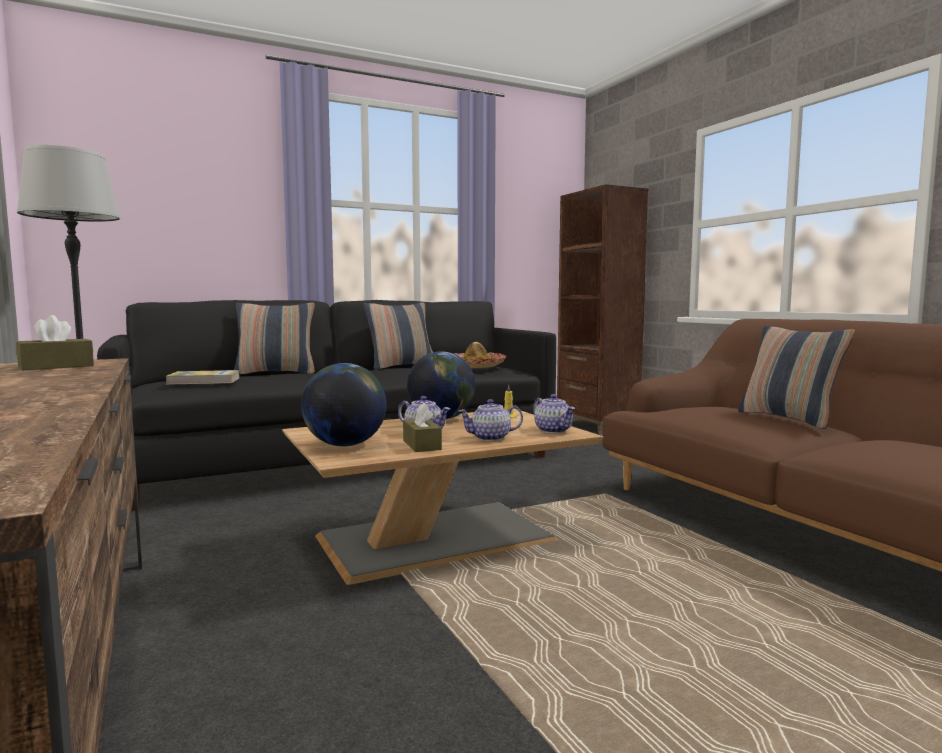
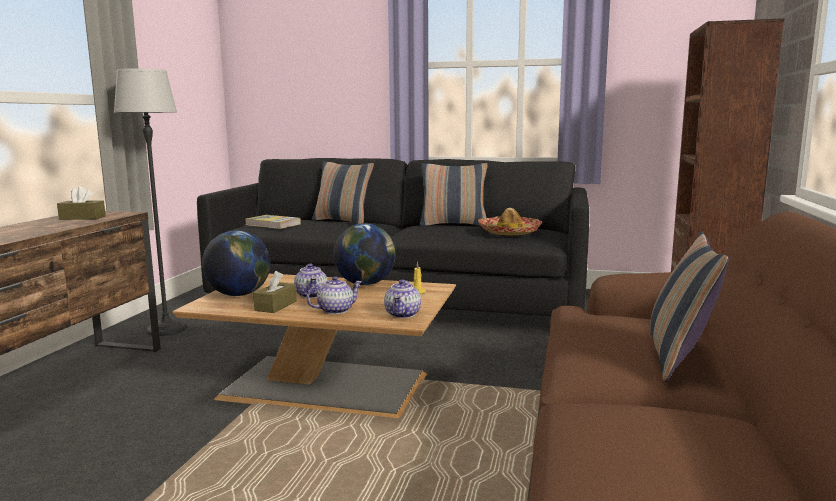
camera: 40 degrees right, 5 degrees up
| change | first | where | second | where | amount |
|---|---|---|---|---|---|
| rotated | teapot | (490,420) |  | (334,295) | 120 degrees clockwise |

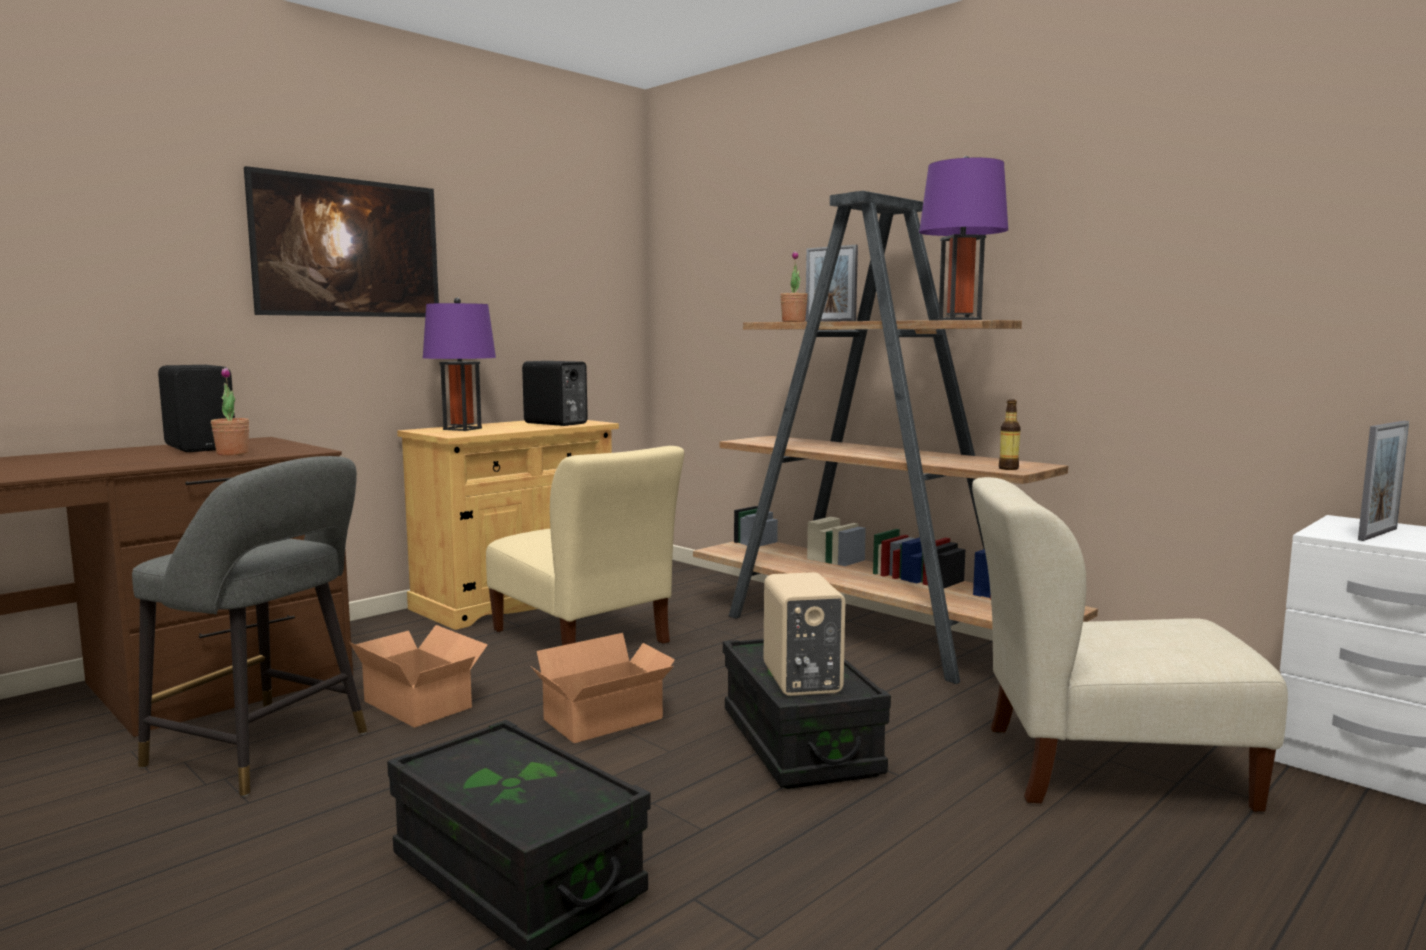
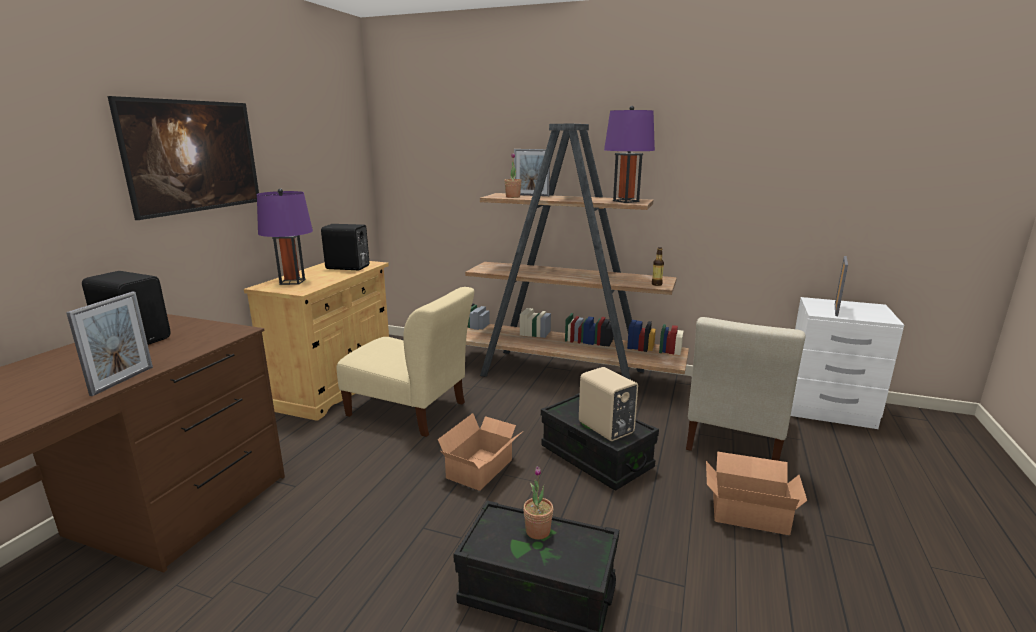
camera: 25 degrees left, 10 degrees up
| change | first | where | second | where | amount |
|---|---|---|---|---|---|
| gone | grey stool | (249,626) |  |  |  |
| shifted | potted plant | (230,411) |  | (538,502) |  |
| shifted | cardboard box | (418,676) |  | (756,493) |  |
| rotated | beige chair | (1130,644) |  | (745,389) | 45 degrees counterclockwise |
| new |  |  | picture frame | (109,344) |  |

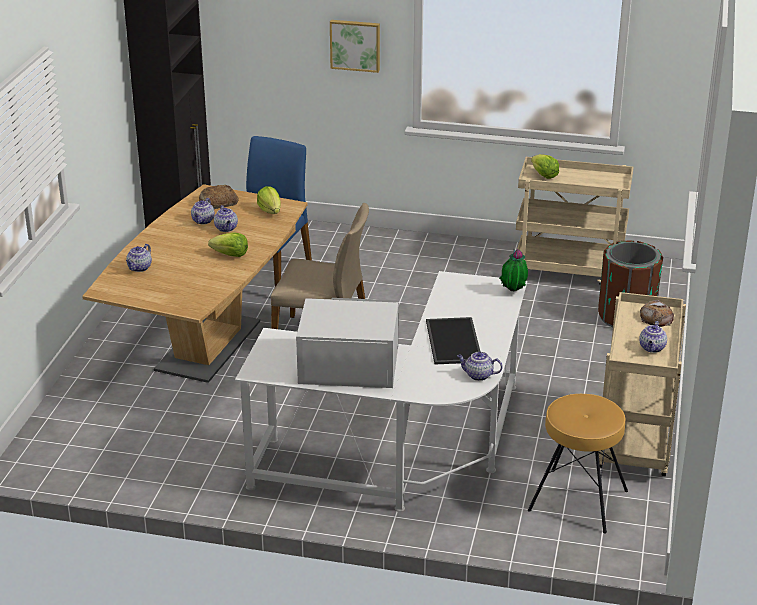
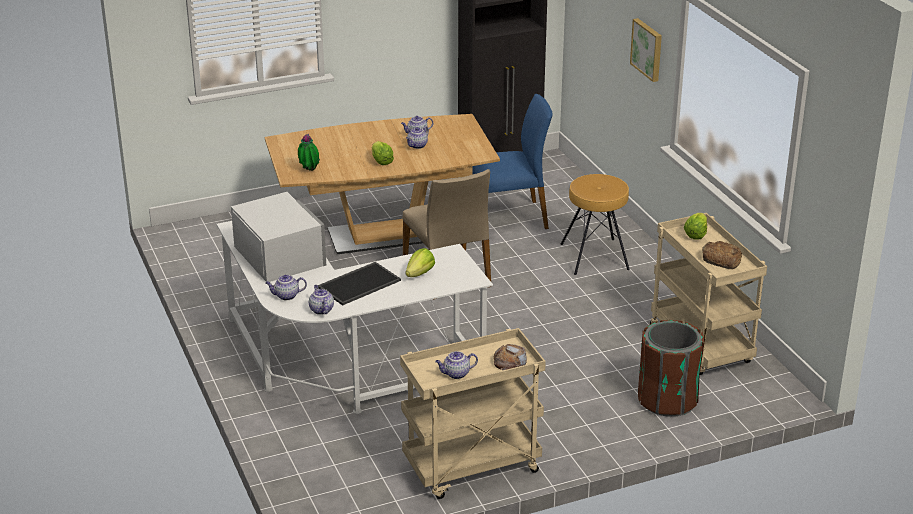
camera: 55 degrees right, 0 degrees up
| change | first | where | second | where | amount |
|---|---|---|---|---|---|
| shifted | teapot | (139,258) |  | (286,287) |  |
| shifted | bread | (219,197) |  | (722,255) |  |
| shifted | lettuce | (269,200) |  | (420,262) |  |
| shifted | potted plant | (513,270) |  | (309,152) |  |
| shifted | brown stool | (578,464) |  | (595,224) |  |

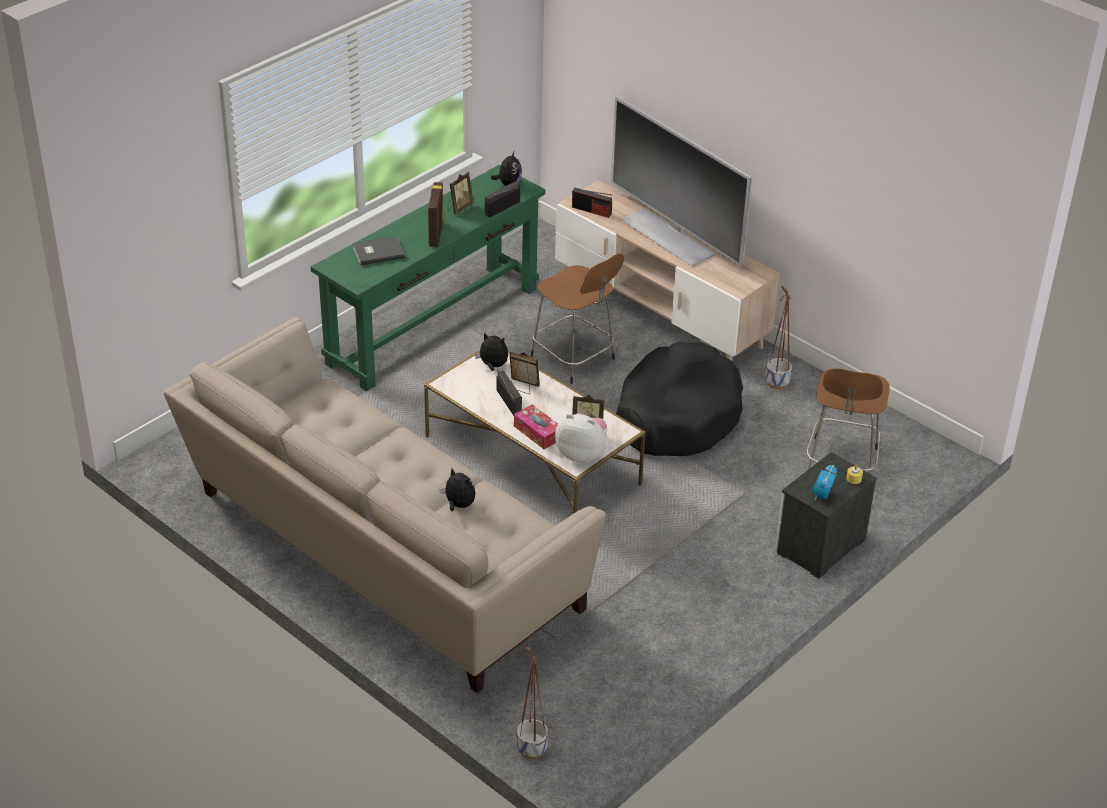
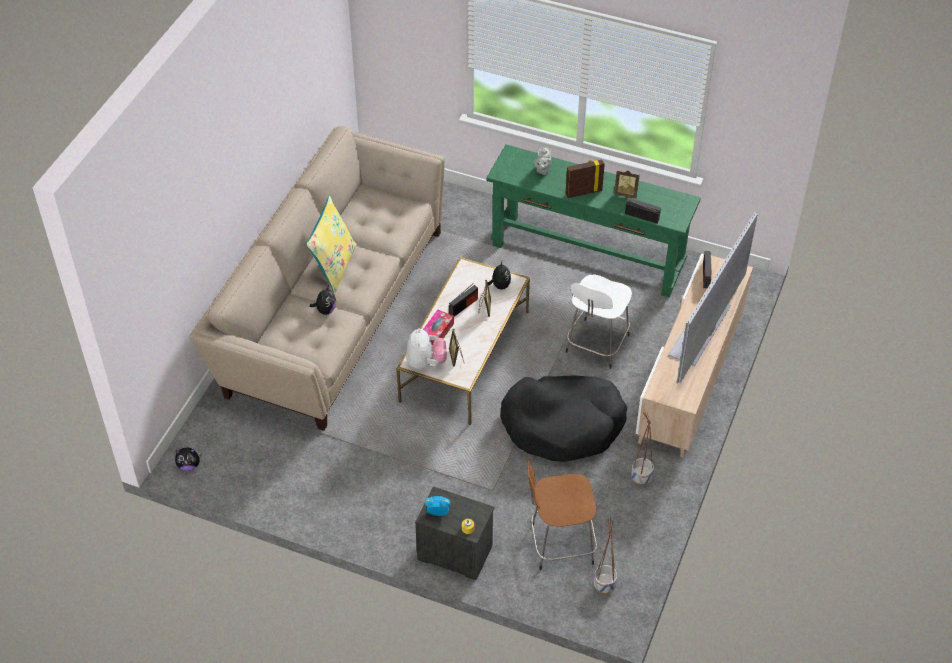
camera: 70 degrees right, 10 degrees up
| change | first | where | second | where | amount |
|---|---|---|---|---|---|
| swapped | grey book | (379,250) | grey teapot | (543,160) |  |
| shifted | plush toy | (506,168) |  | (188,459) |  |
| shifted | planter | (532,700) |  | (605,555) |  |
| repainted | brown stool | (577,319) | white stool | (599,322) |  |
| new |  |  | yellow pillow | (331,244) |  |

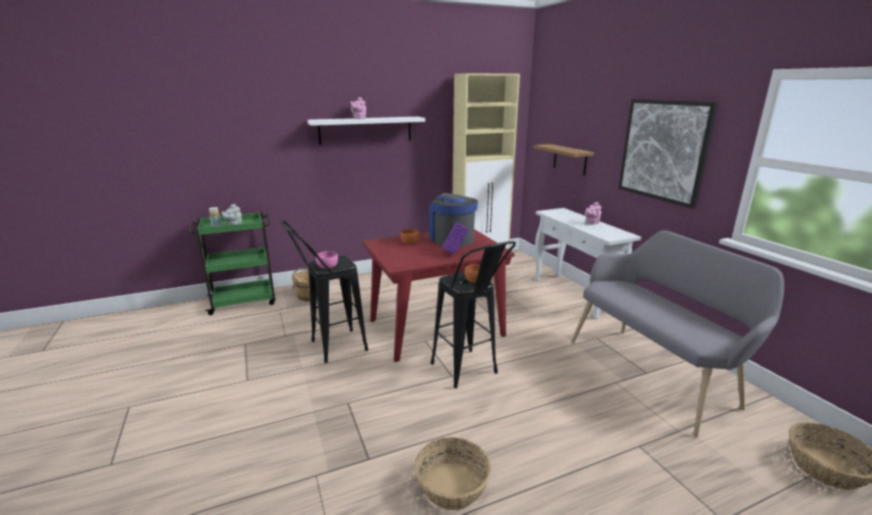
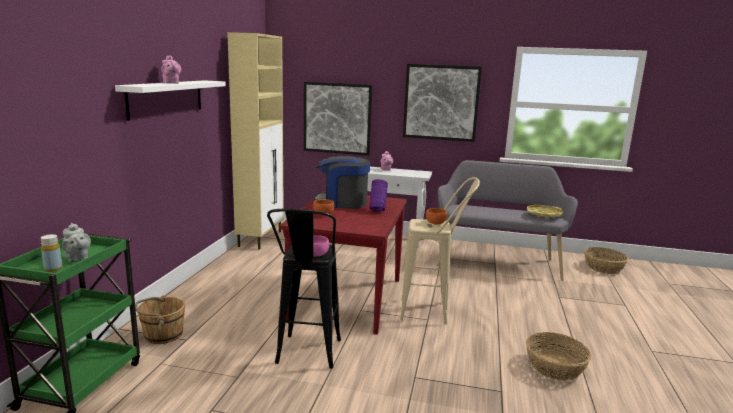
camera: 55 degrees left, 5 degrees down
| change | first | where | second | where | amount |
|---|---|---|---|---|---|
| repainted | black stool | (473,314) | beige stool | (440,251) |  |
| swapped | shelf | (563,160) | picture | (338,119) |  |
| new |  |  | yellow tray | (545,211) |  |

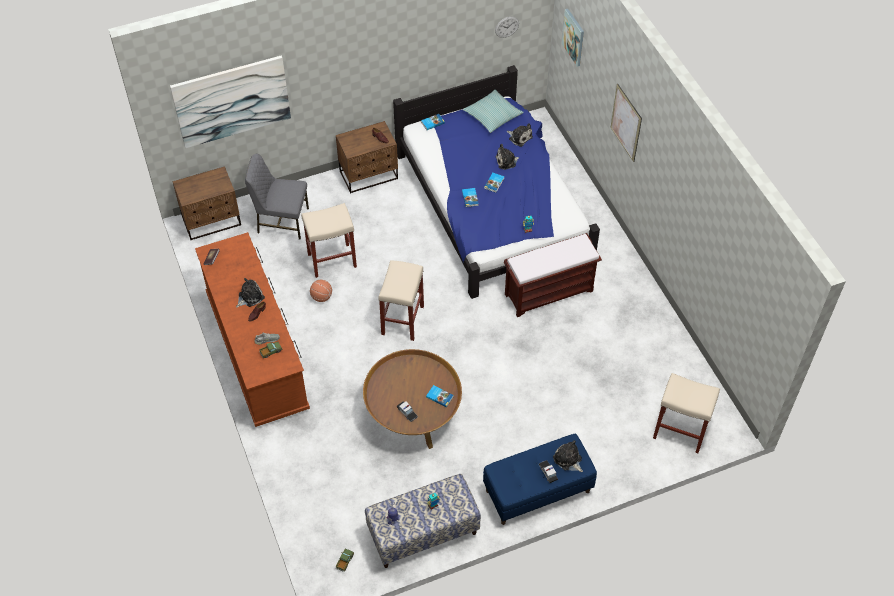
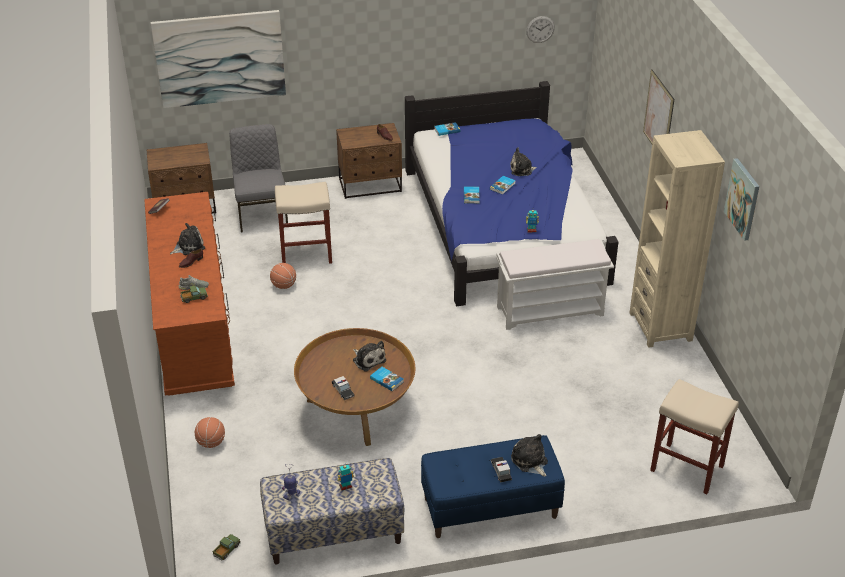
camera: 10 degrees right, 15 degrees down
| change | first | where | second | where | amount |
|---|---|---|---|---|---|
| rotated | grey chair | (277,196) |  | (258,178) | 60 degrees clockwise |
| gone | beige stool | (401,300) |  |  |  |
| gone | pillow | (493,111) |  |  |  |
| repainted | brown bench | (553,275) | white bench | (555,284) |  |
| shifted | plush toy | (519,135) |  | (369,356) |  |
| shifted | picture | (573,38) |  | (741,199) |  |
| new |  |  | basketball | (210,432) |  |
| new |  |  | beige bookcase | (677,239) |  |

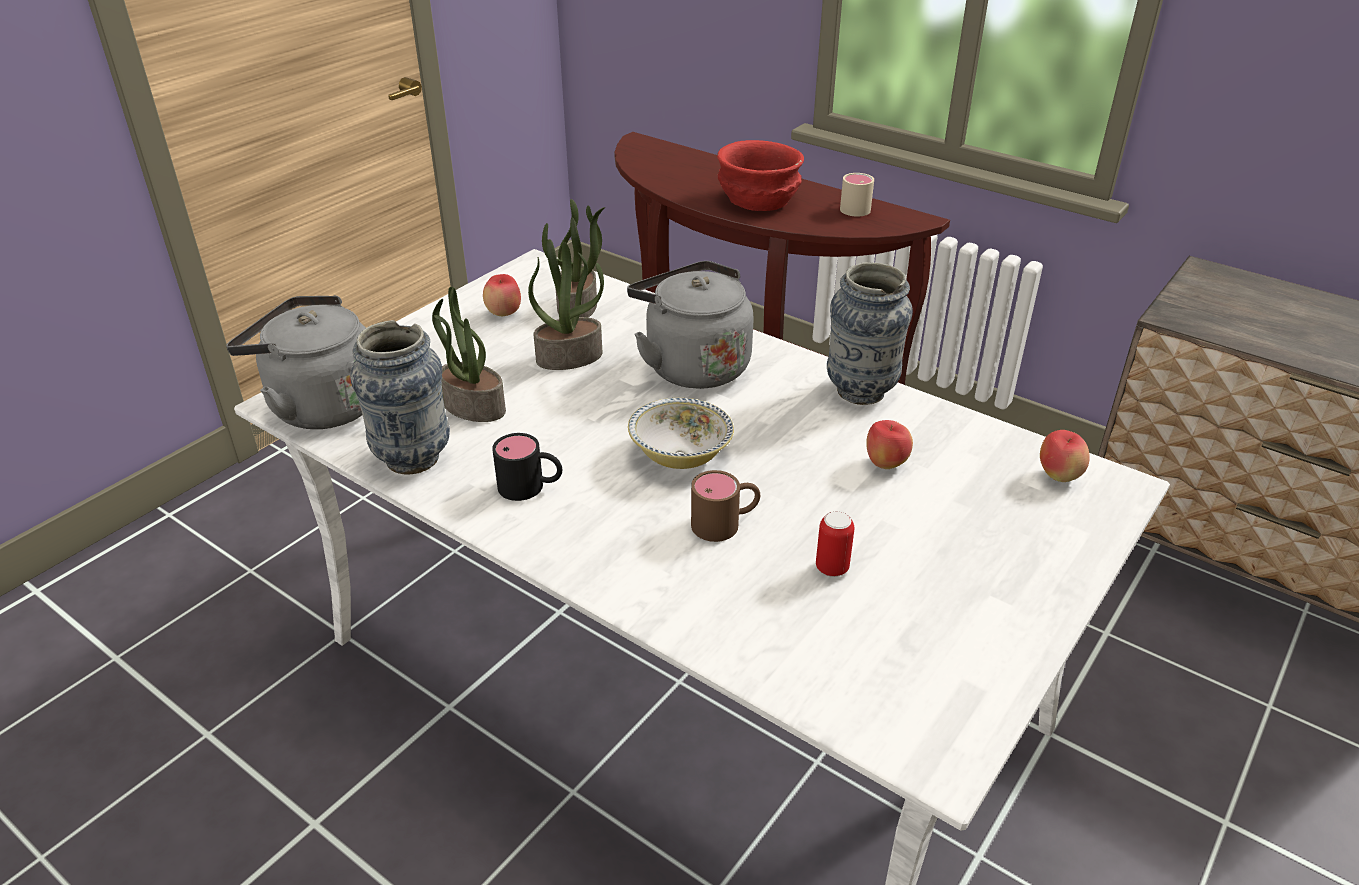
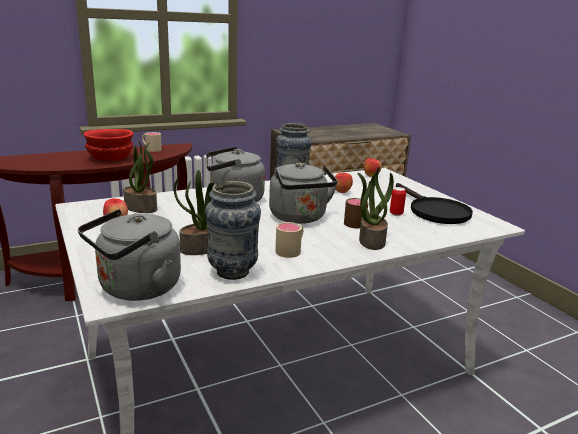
camera: 65 degrees left, 15 degrees down
| change | first | where | second | where | amount |
|---|---|---|---|---|---|
| repainted | black mug | (527,467) | beige mug | (289,240) |  |
| shifted | potted plant | (566,304) |  | (375,208) |  |
| swapped | bowl | (681,433) | grey kettle | (303,193) |  |
| new |  |  | black frying pan | (434,203) |  |

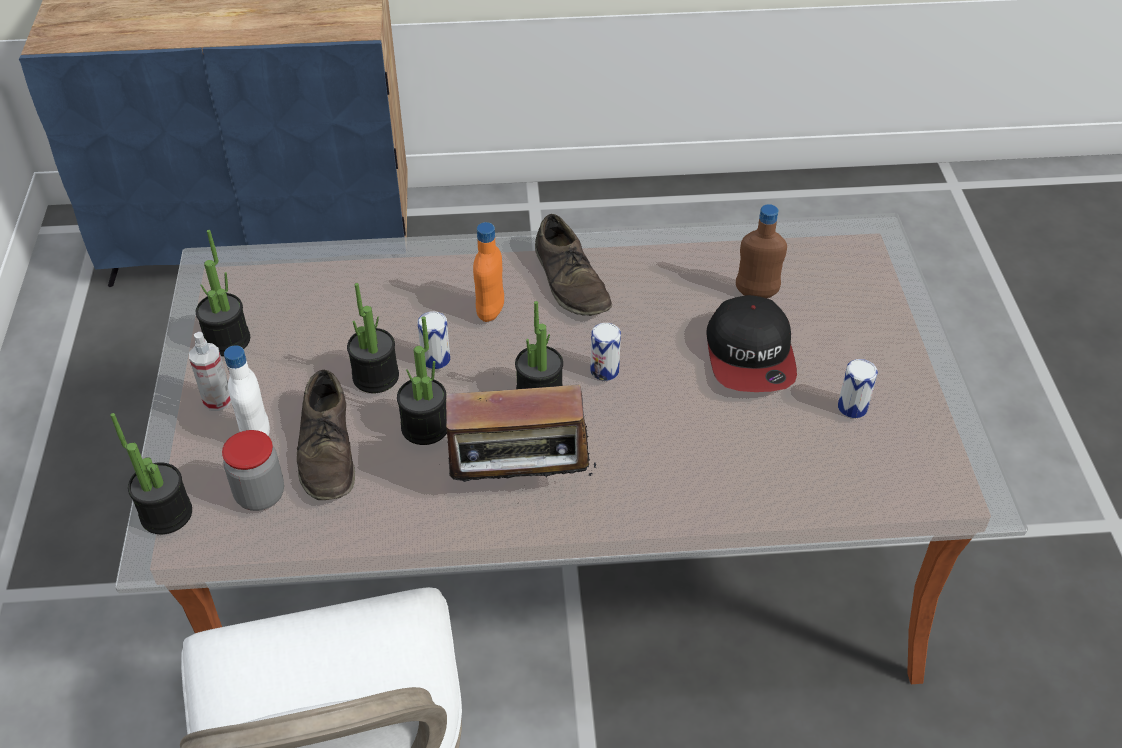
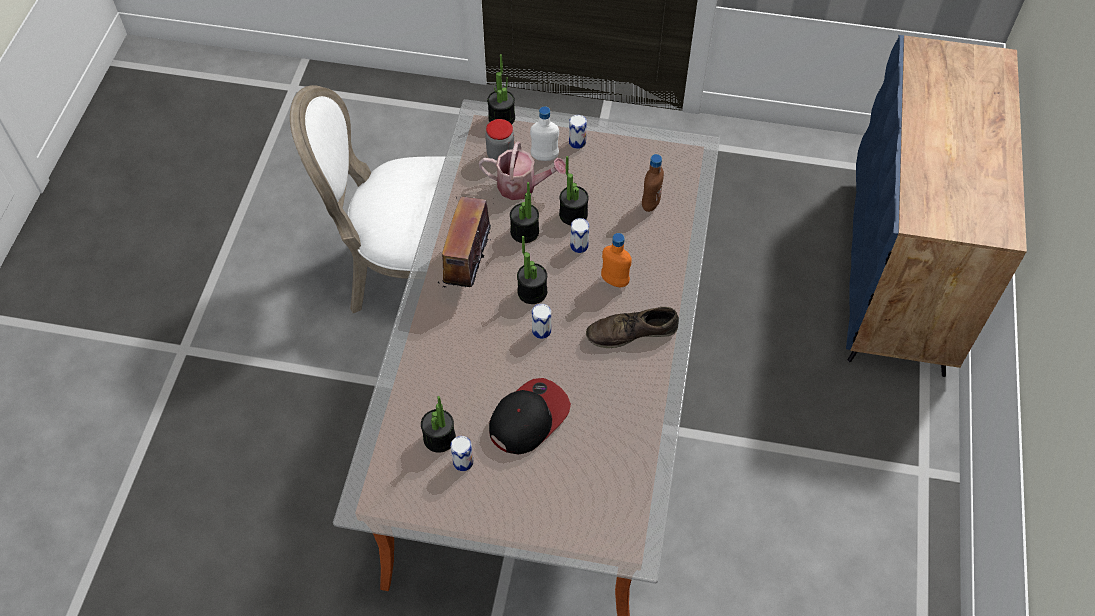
camera: 105 degrees right, 10 degrees up
| change | first | where | second | where | amount |
|---|---|---|---|---|---|
| swapped | spray bottle | (210,371) | can | (578,132) |  |
| shifted | potted plant | (223,293) |  | (438,424) |  |
| swapped | brown shoe | (326,435) | watering can | (522,171) |  |
| rotated | cap | (751,343) |  | (530,416) | 120 degrees clockwise |
| shifted | brown bottle | (761,251) |  | (653,183) |  |

